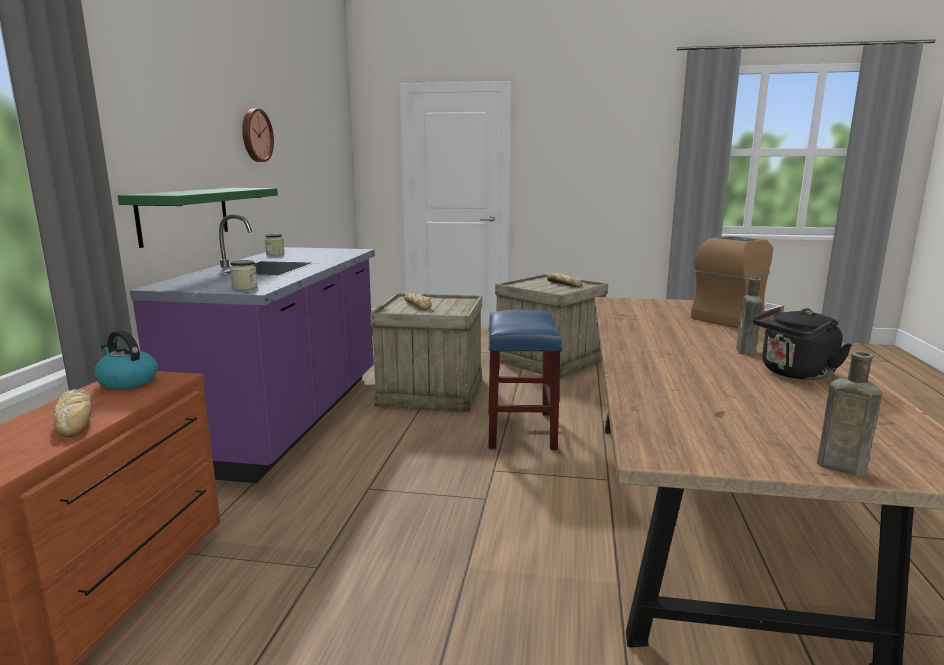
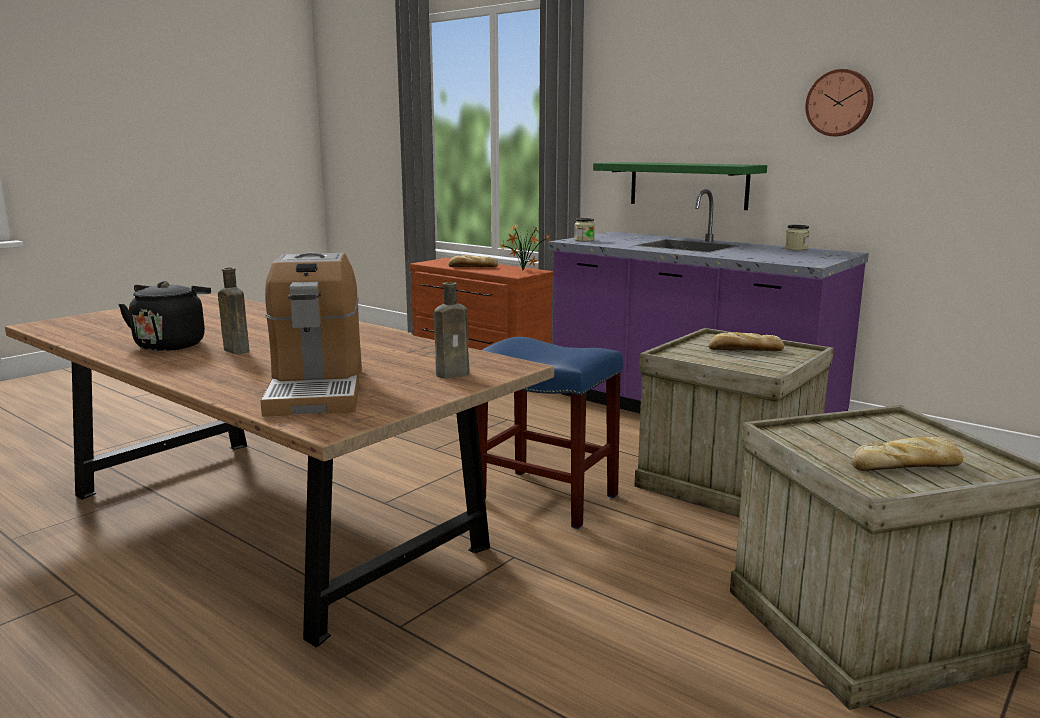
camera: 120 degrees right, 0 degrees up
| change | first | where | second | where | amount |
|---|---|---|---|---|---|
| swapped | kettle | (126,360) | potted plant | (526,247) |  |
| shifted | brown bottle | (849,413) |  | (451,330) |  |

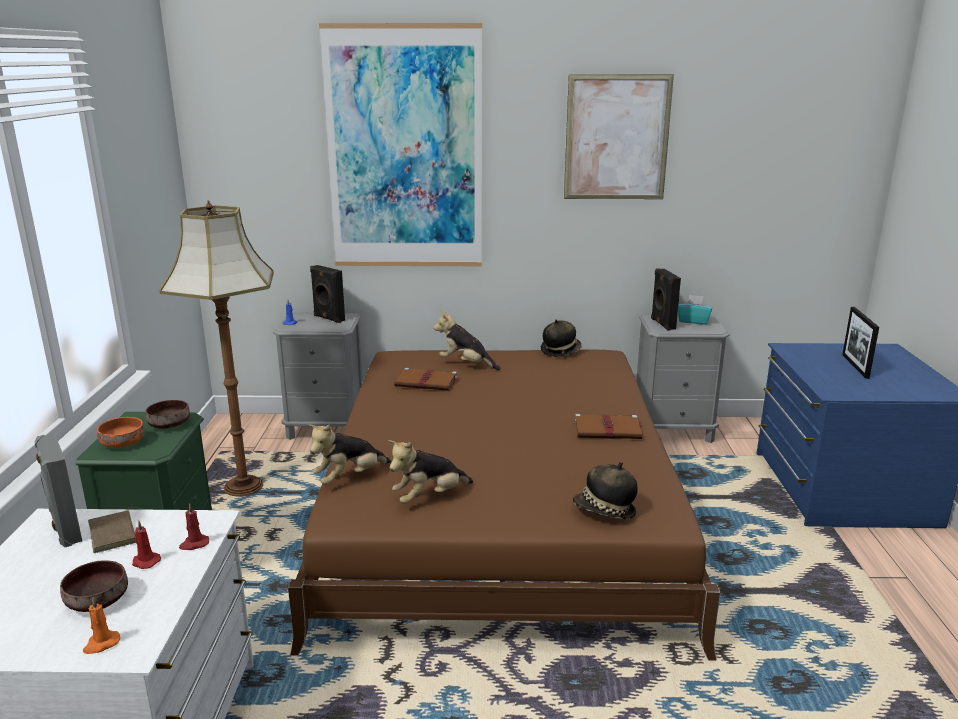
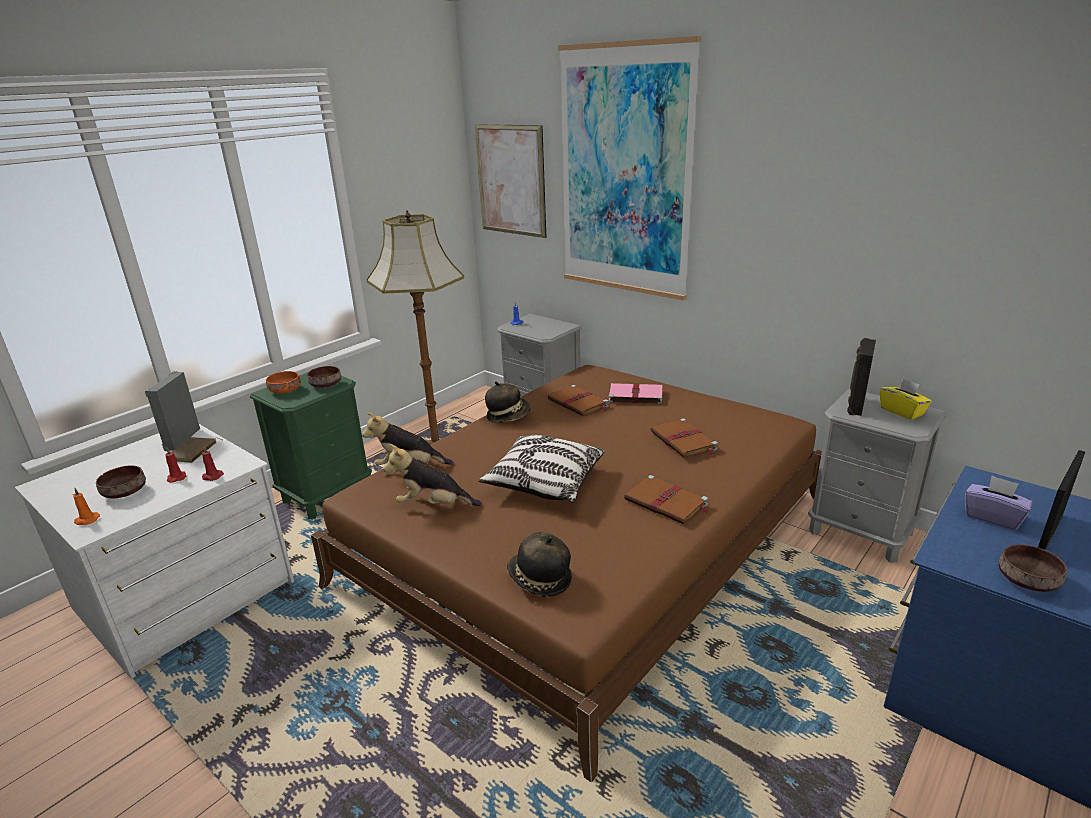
camera: 40 degrees right, 5 degrees up
| change | first | where | second | where | amount |
|---|---|---|---|---|---|
| gone | black speaker | (327,294) |  |  |  |
| swapped | plush toy | (467,340) | pink book | (633,393) |  |
| shifted | hat | (561,338) |  | (508,402) |  |
| shifted | picture | (619,137) |  | (511,181) |  |
| repainted | turquoise tissue box | (695,310) | yellow tissue box | (906,399) |  |
| new |  |  | pillow | (541,469) |  |
| new |  |  | brown book | (684,438) |  |
| new |  |  | purple tissue box | (998,503) |  |
| new |  |  | brown bowl | (1032,568) |  |

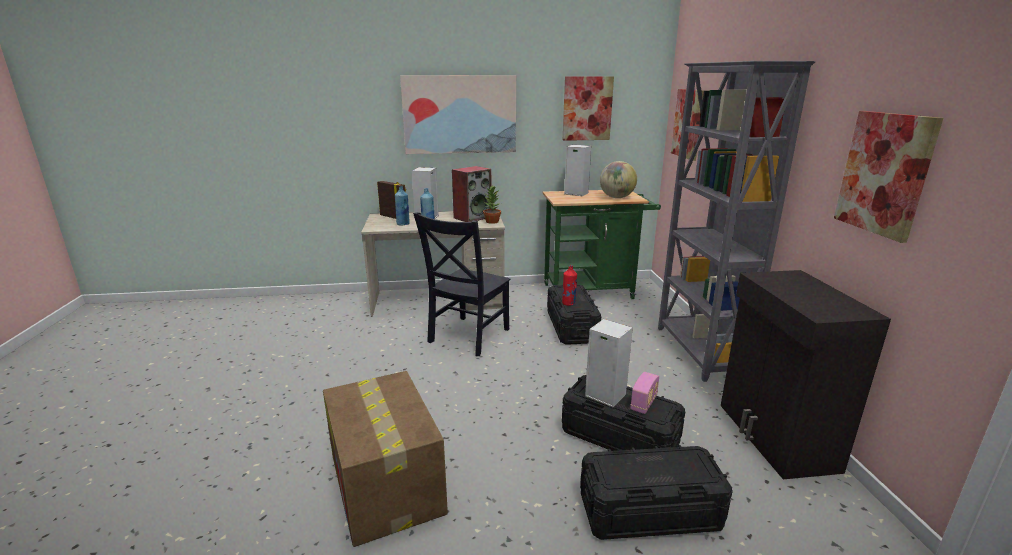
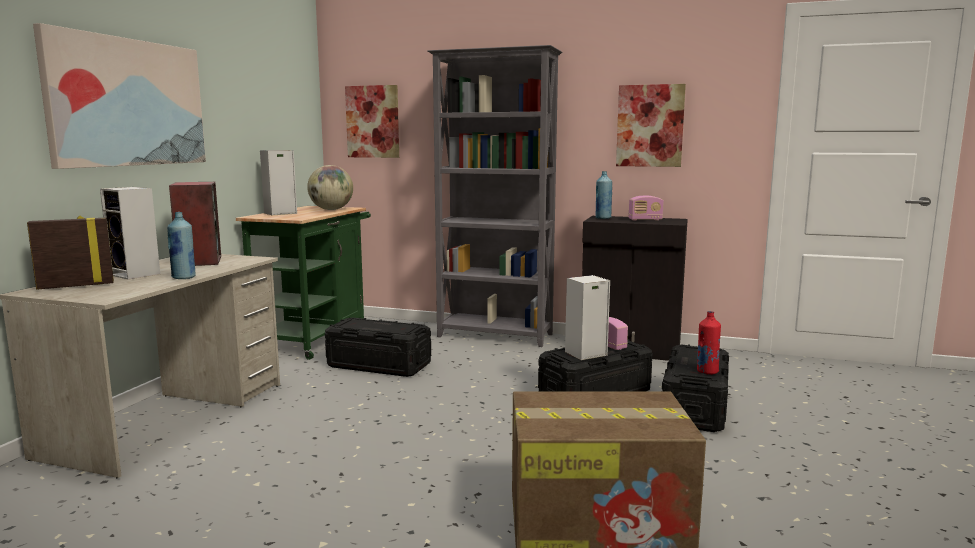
camera: 65 degrees left, 10 degrees down
| change | first | where | second | where | amount |
|---|---|---|---|---|---|
| shifted | blue bottle | (402,206) |  | (604,195) |  |
| gone | black chair | (461,284) |  |  |  |
| gone | potted plant | (492,204) |  |  |  |
| shifted | red bottle | (569,285) |  | (709,343) |  |
| gone | picture | (588,108) |  |  |  |
| new |  |  | radio | (646,208) |  |

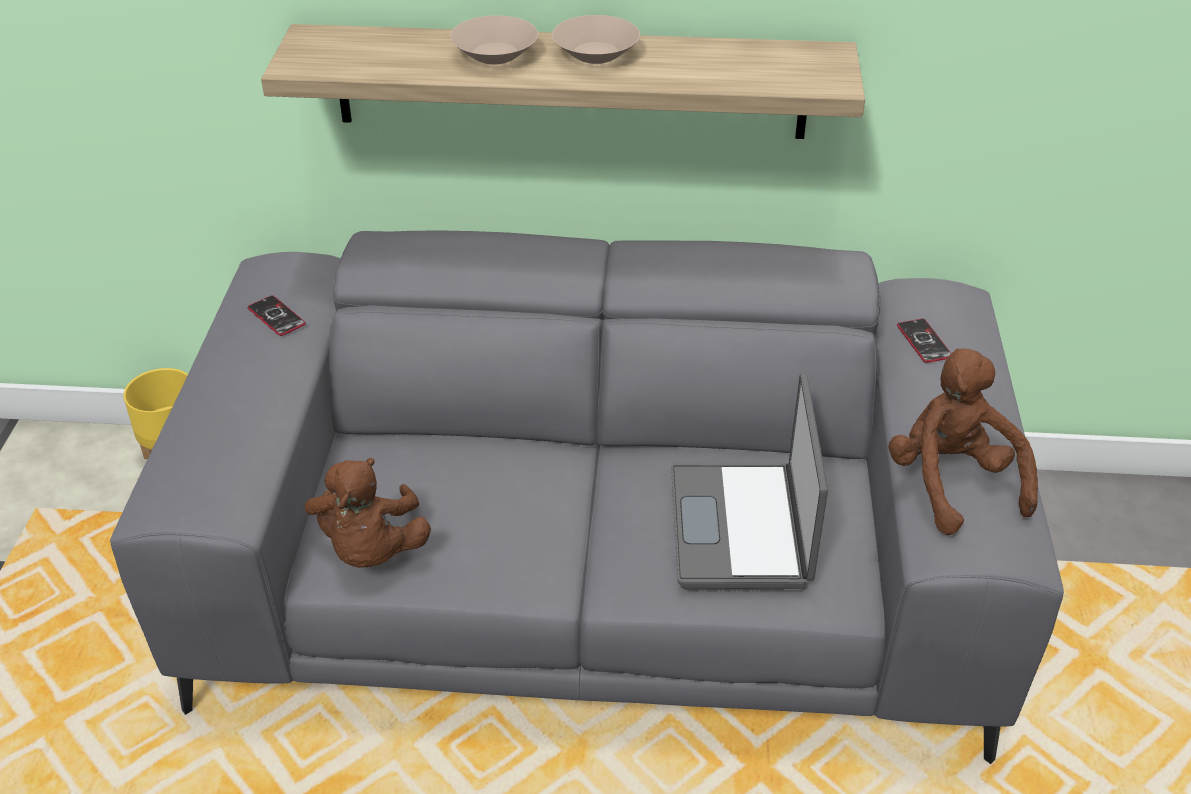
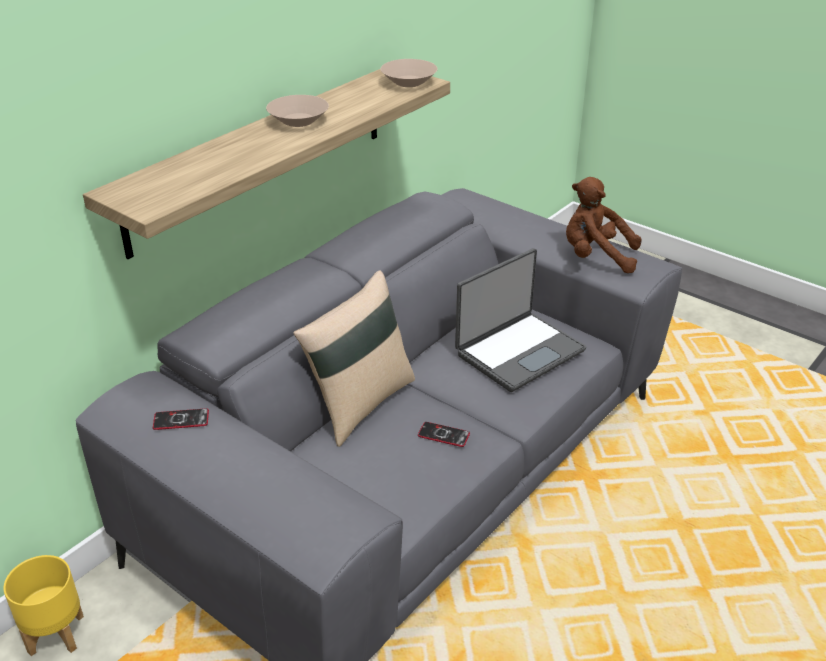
camera: 55 degrees left, 5 degrees down
| change | first | where | second | where | amount |
|---|---|---|---|---|---|
| gone | brown plush toy | (368,513) |  |  |  |
| shifted | beige bowl | (494,40) |  | (409,73) |  |
| rotated | laptop | (749,481) |  | (520,320) | 75 degrees counterclockwise |
| shifted | phone | (924,341) |  | (444,434) |  |
| new |  |  | beige pillow | (354,359) |  |

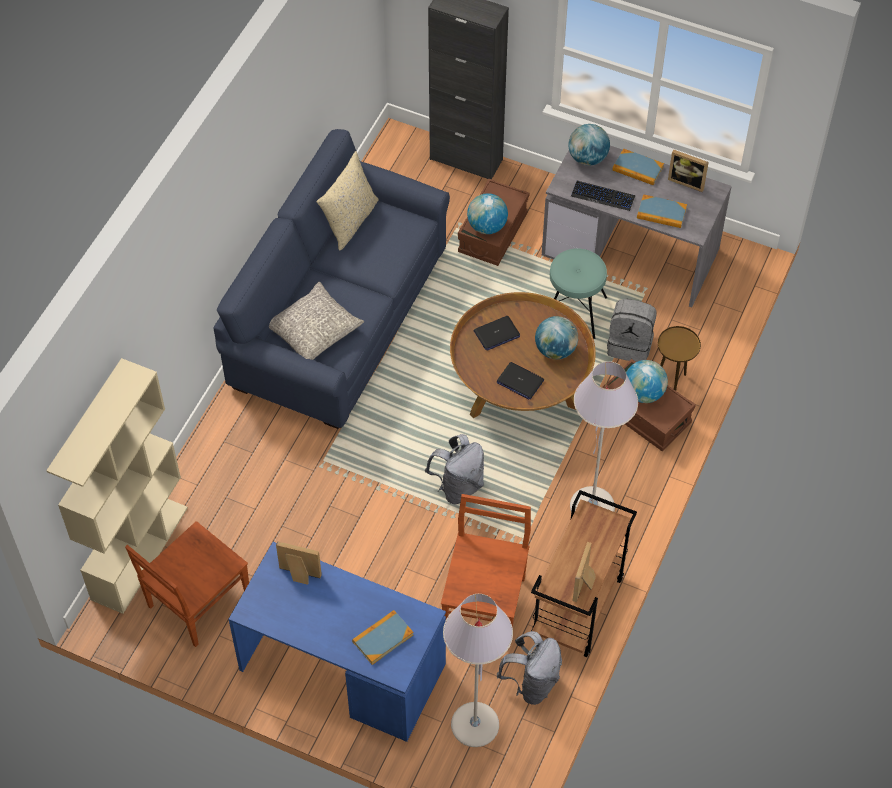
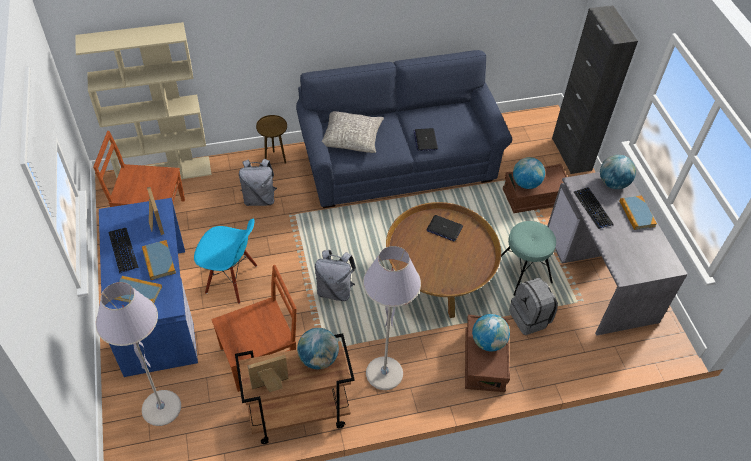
camera: 50 degrees right, 5 degrees down
| change | first | where | second | where | amount |
|---|---|---|---|---|---|
| gone | beige pillow | (348,200) |  |  |  |
| shifted | laptop | (520,380) |  | (426,139) |  |
| shifted | grey backpack | (529,668) |  | (258,182) |  |
| shifted | globe | (556,337) |  | (318,348) |  |
| shifted | book | (662,211) |  | (159,260) |  |
| shifted | brown side table | (679,358) |  | (271,139) |  |
| gone | picture frame | (688,170) |  |  |  |
| new |  |  | keyboard | (124,250) |  |
| new |  |  | blue chair | (225,261) |  |

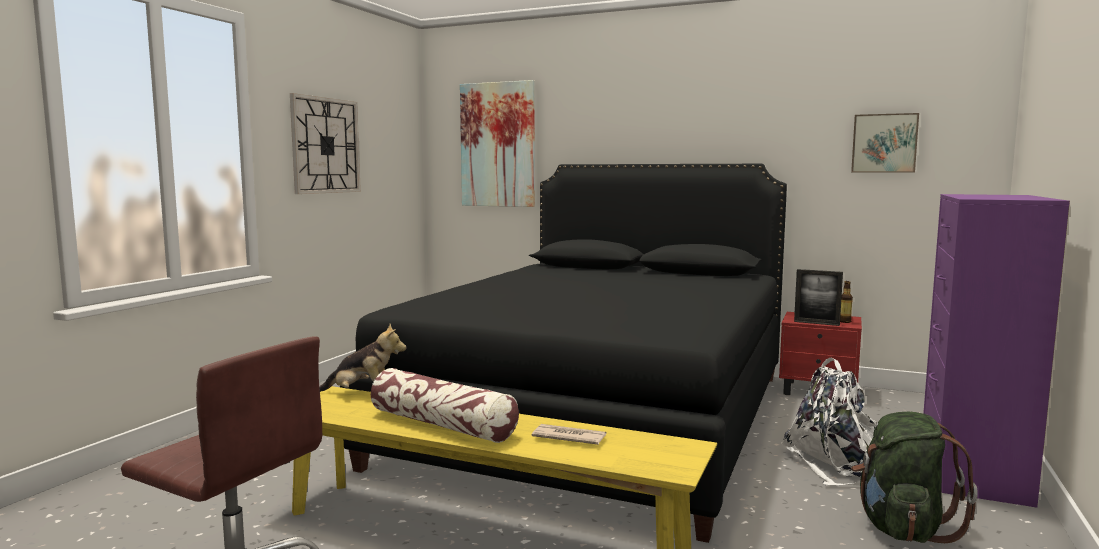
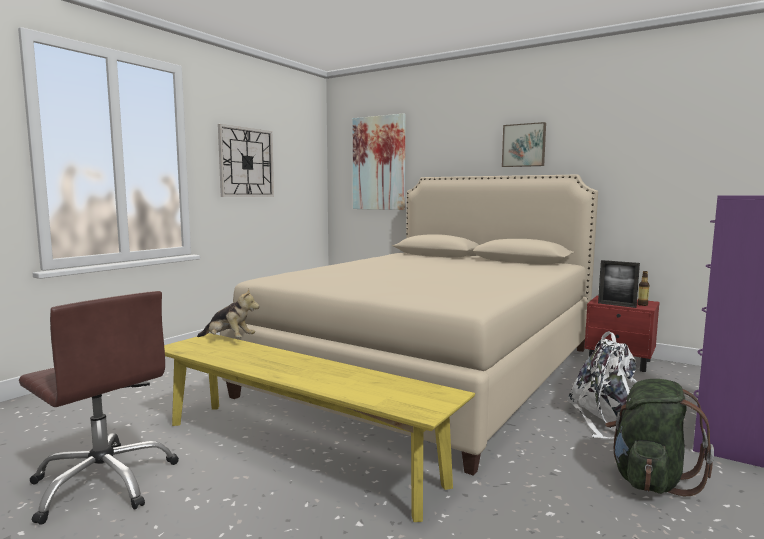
camera: 10 degrees right, 0 degrees up
| change | first | where | second | where | amount |
|---|---|---|---|---|---|
| repainted | black bed | (563,353) | beige bed | (409,325) |  |
| gone | pillow | (445,405) |  |  |  |
| gone | newspaper | (569,434) |  |  |  |
| shifted | picture | (885,143) |  | (524,144) |  |

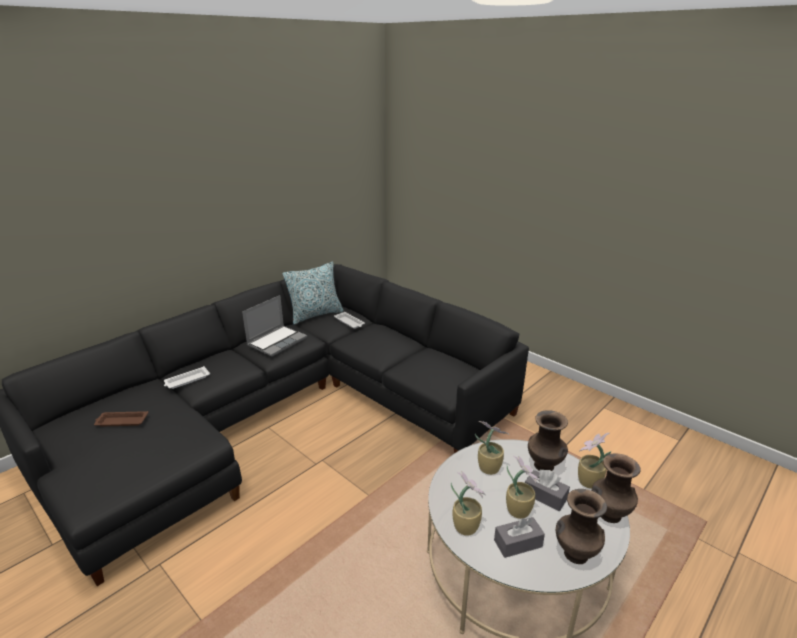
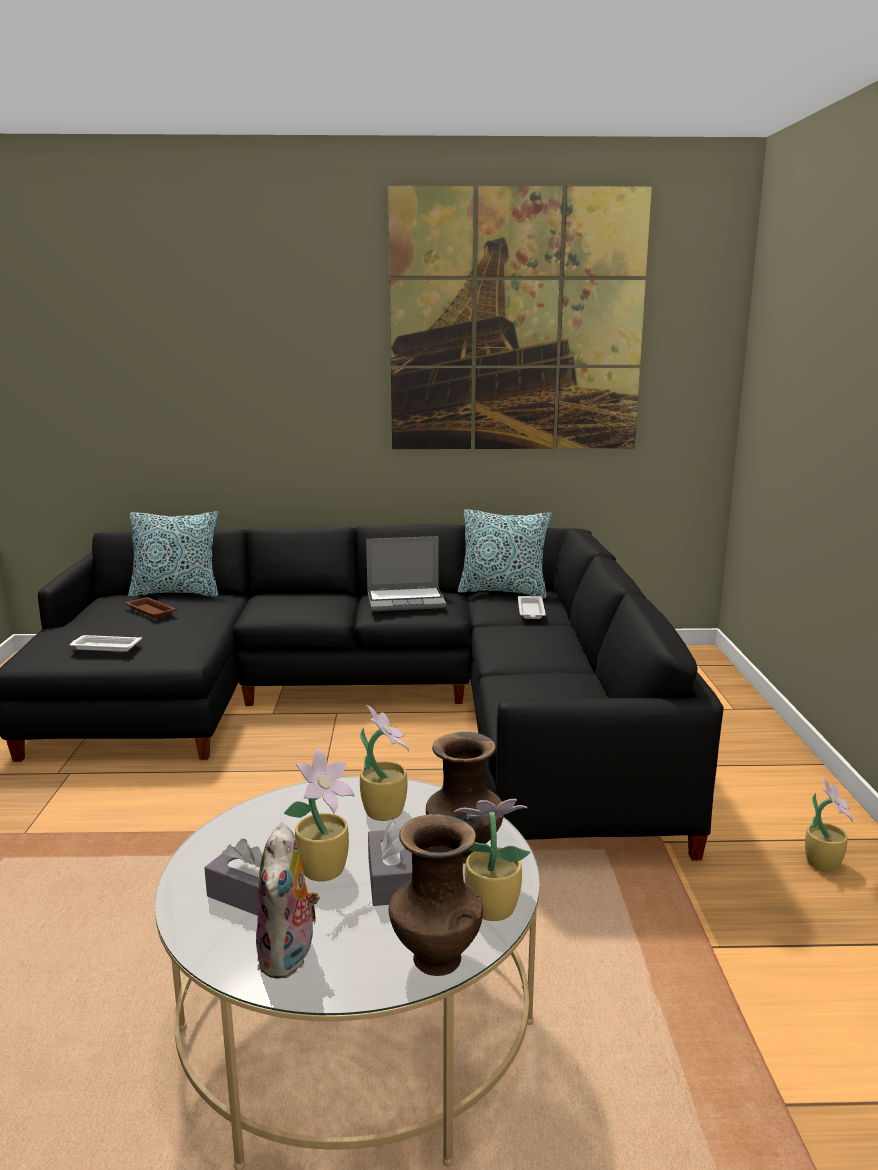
camera: 45 degrees right, 10 degrees down
| change | first | where | second | where | amount |
|---|---|---|---|---|---|
| shifted | white tray | (187,377) |  | (106,643) |  |
| shifted | potted plant | (468,503) |  | (829,824) |  |
| swapped | brown vase | (581,526) | plush toy | (288,901) |  |
| new |  |  | pillow | (173,554) |  |
| new |  |  | picture | (520,317) |  |

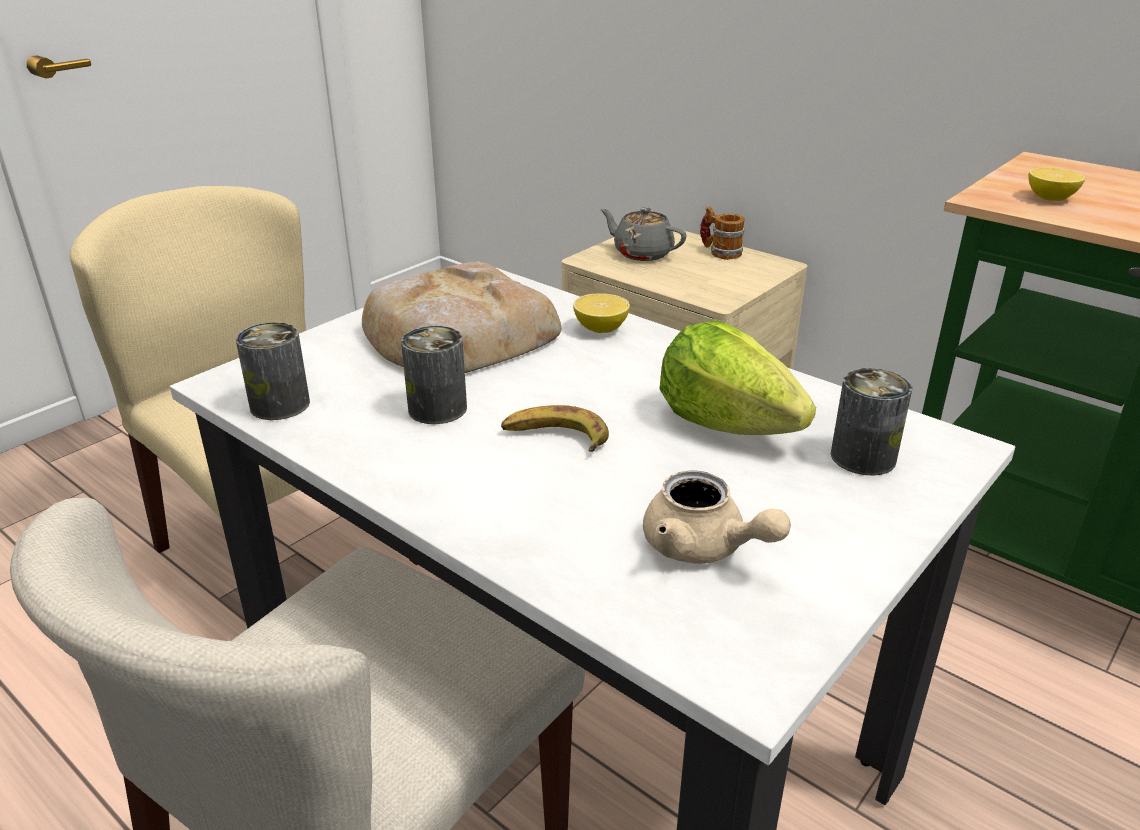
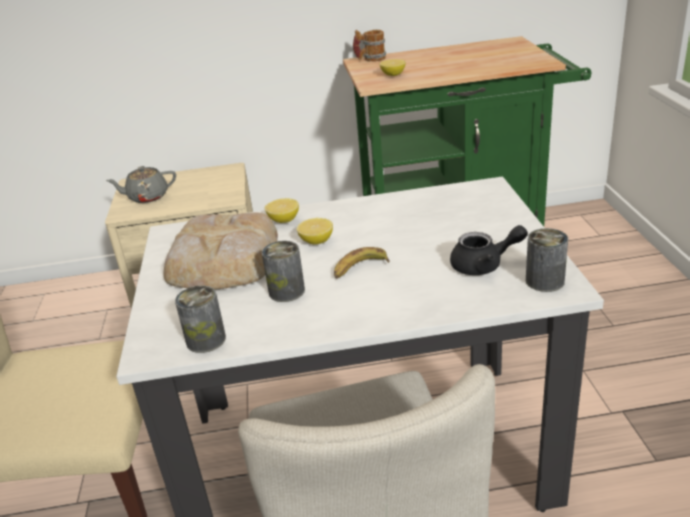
camera: 45 degrees left, 0 degrees up
| change | first | where | second | where | amount |
|---|---|---|---|---|---|
| repainted | beige teapot | (717,517) | black teapot | (489,250) |  |
| gone | lettuce | (738,377) |  |  |  |
| shifted | mug | (722,233) |  | (369,46) |  |
| shifted | can | (871,421) |  | (547,260) |  |
| new |  |  | lemon | (315,231) |  |

